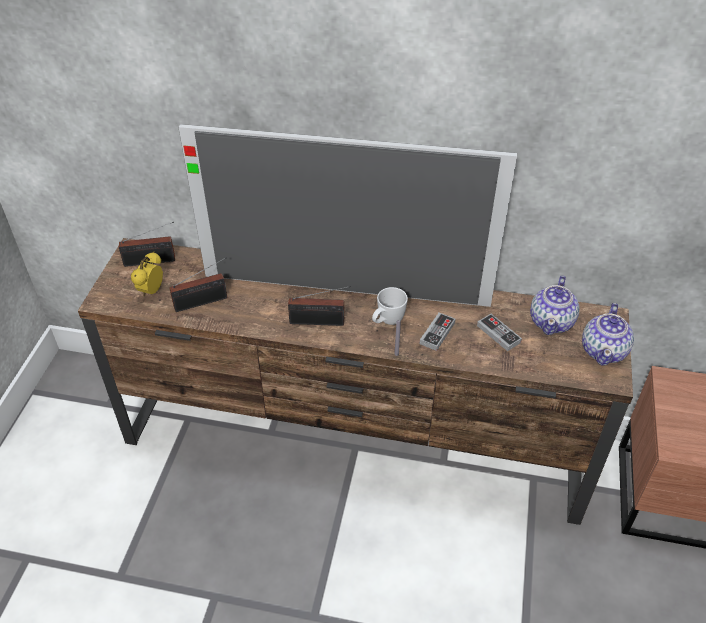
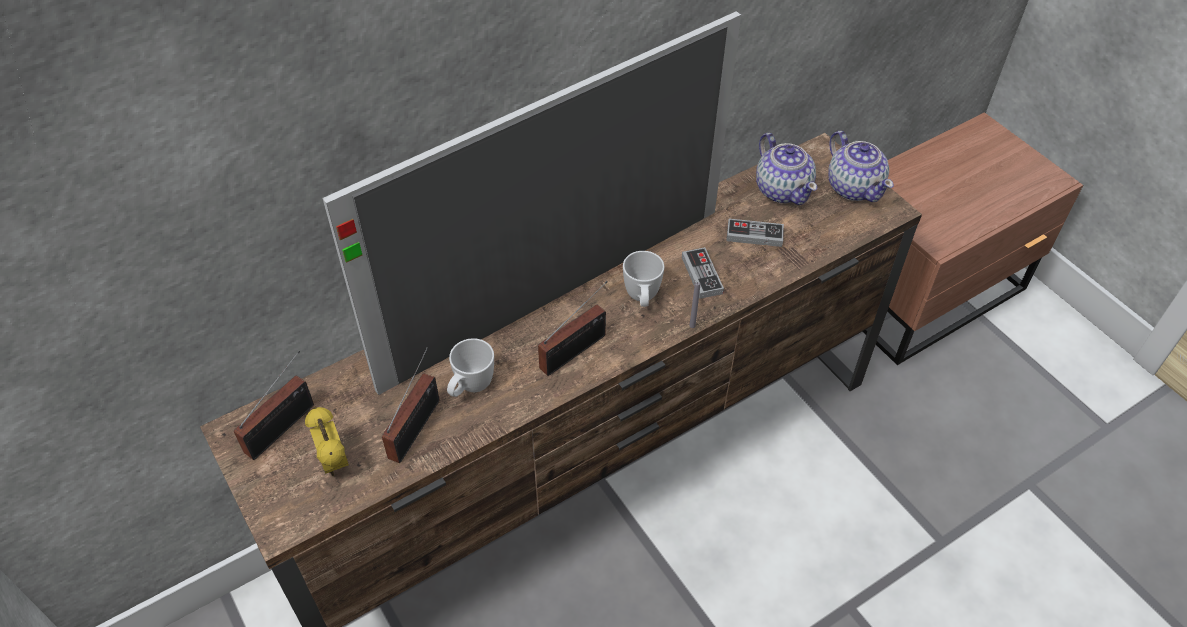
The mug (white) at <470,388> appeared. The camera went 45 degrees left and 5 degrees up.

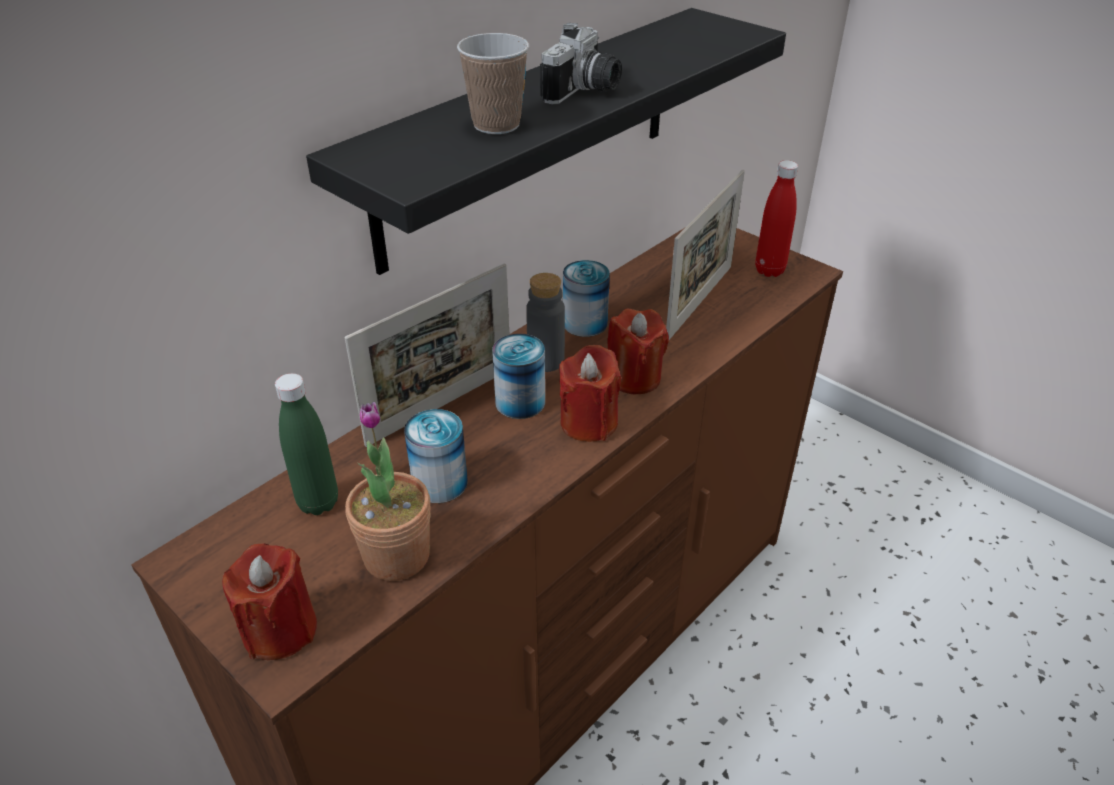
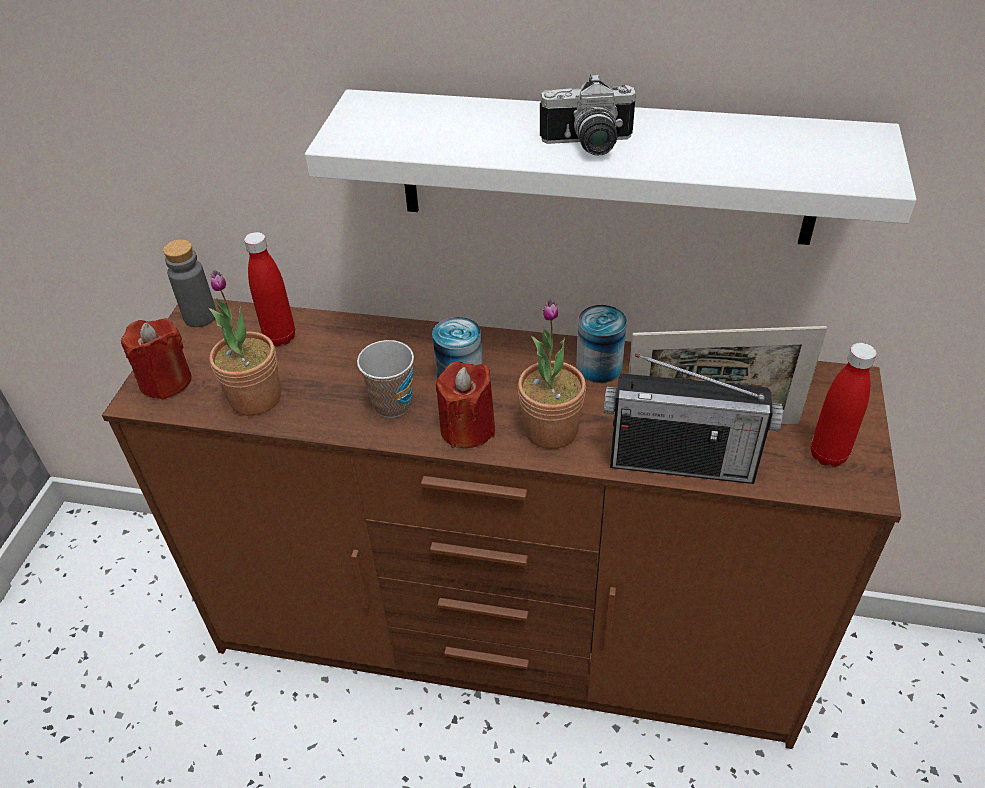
The shelf (black) at <531,135> became the shelf (white) at <605,168>. The cup moved from <496,125> to <392,405>. The picture frame at <441,405> disappeared. The bottle (grey) moved from <546,361> to <200,317>. The candle (red) at <633,377> was replaced by the potted plant at <551,430>. The bottle (green) at <318,502> became the bottle (red) at <280,337>. The can at <439,482> disappeared. The radio at <681,462> appeared. The camera went 60 degrees right and 5 degrees up.

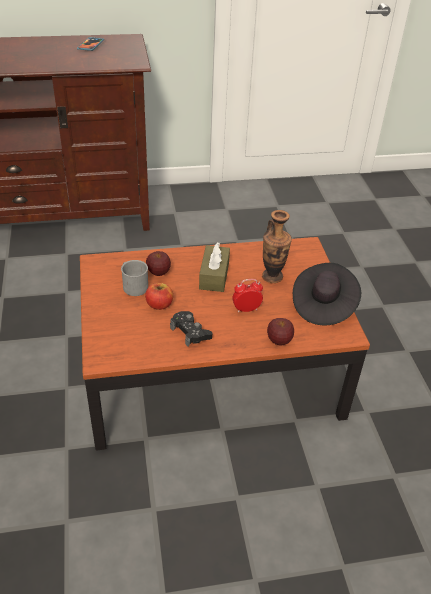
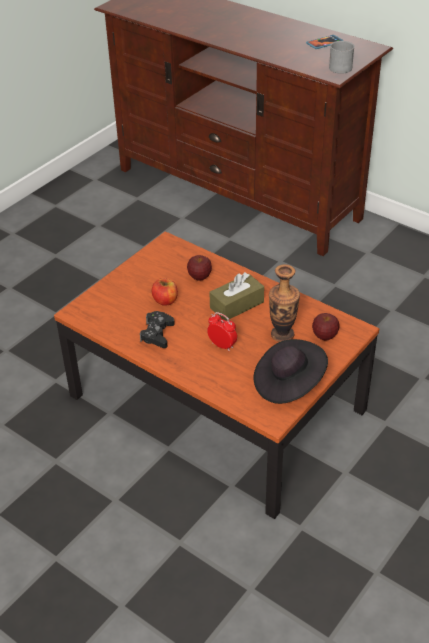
The mug (grey) moved from <133,285> to <341,66>. The apple moved from <279,341> to <324,336>. The camera went 50 degrees right and 0 degrees up.

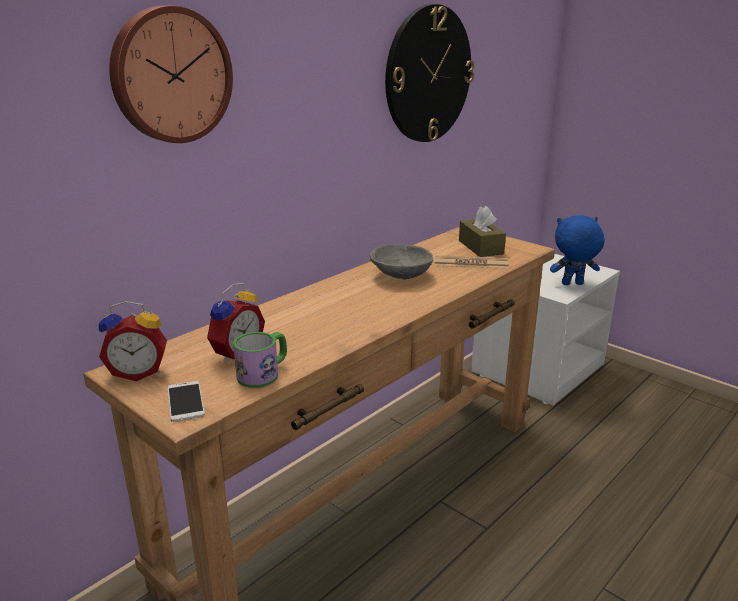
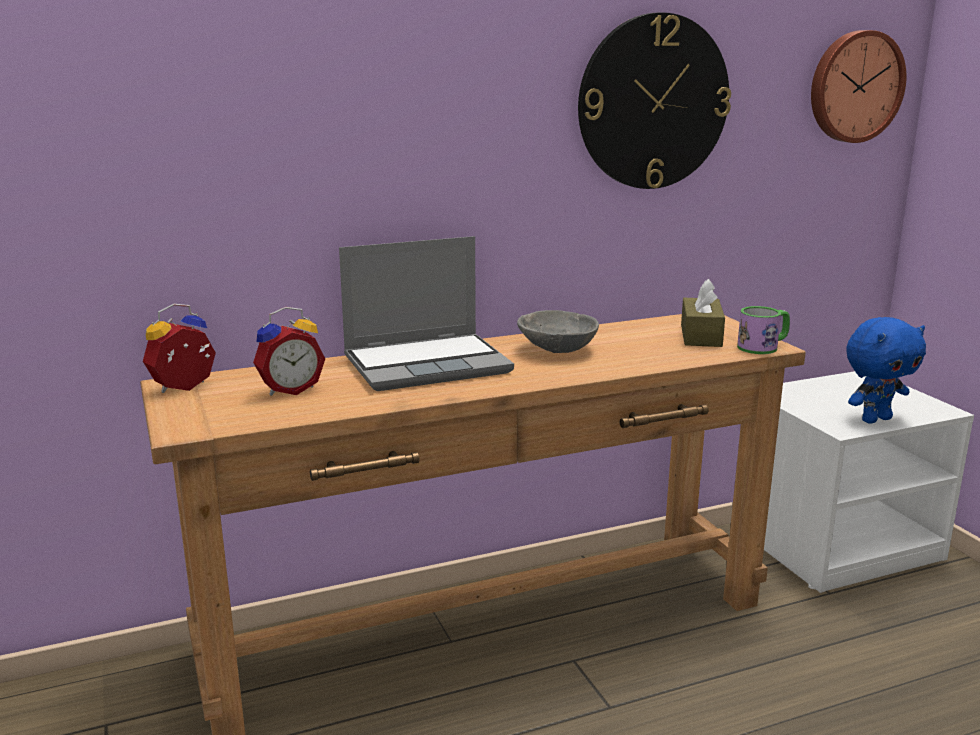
The wall clock moved from <170,75> to <854,87>. The plush toy (blue) at <572,284> turned 135 degrees clockwise. The newspaper at <471,263> disappeared. The alarm clock at <138,372> turned 120 degrees clockwise. The mug moved from <264,373> to <763,347>. The phone at <185,401> disappeared. The laptop at <428,364> appeared. The camera went 25 degrees right and 5 degrees down.

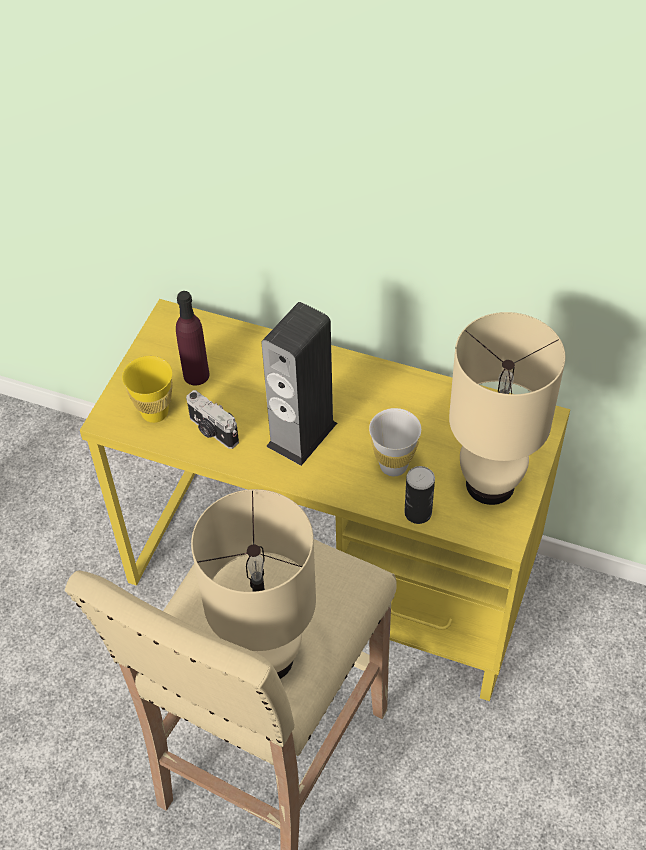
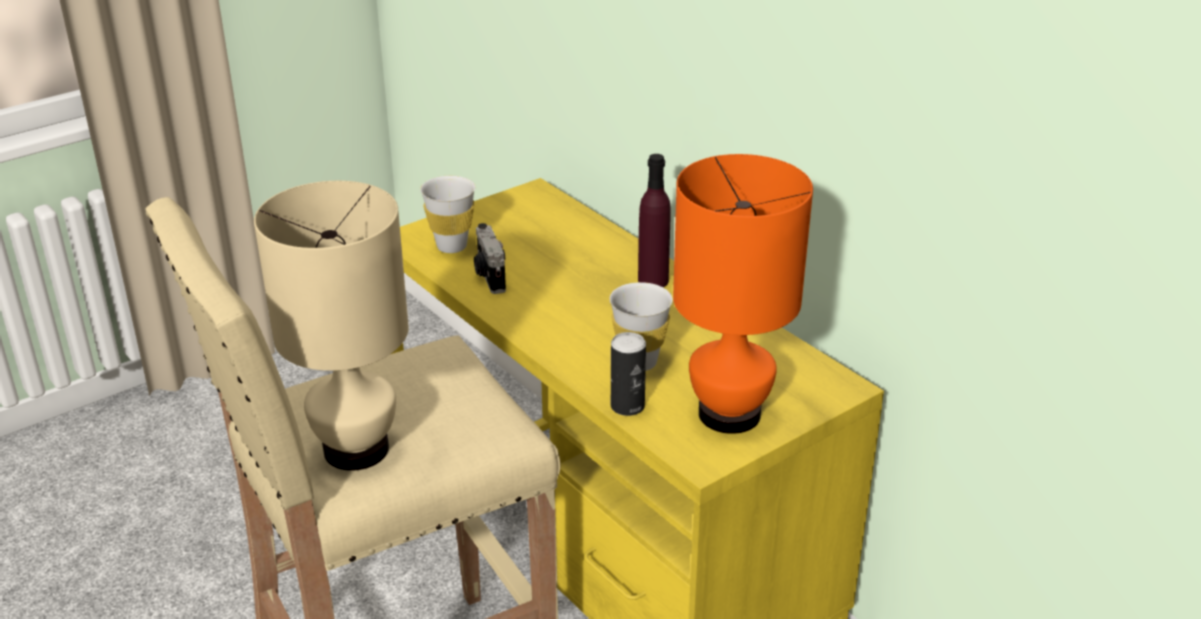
The bottle (purple) moved from <196,375> to <653,280>. The speaker at <302,434> disappeared. The table lamp (beige) at <490,483> became the table lamp (orange) at <730,413>. The cup (yellow) at <155,412> became the cup (white) at <452,246>. The camera went 30 degrees right and 20 degrees down.

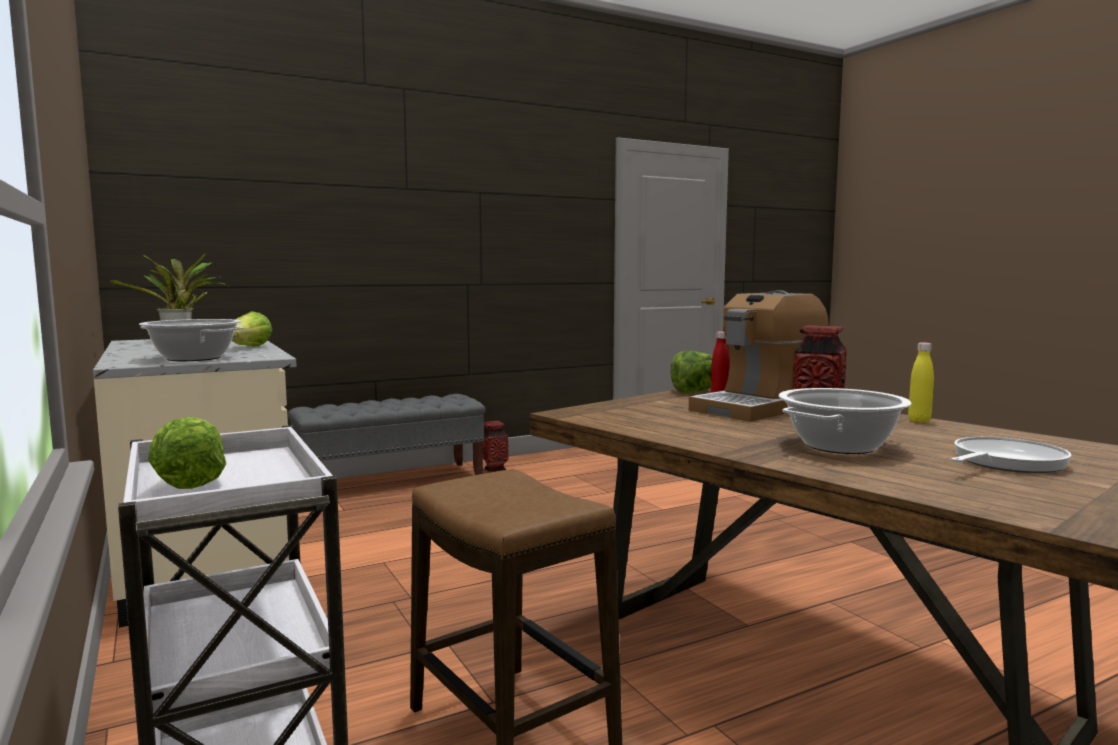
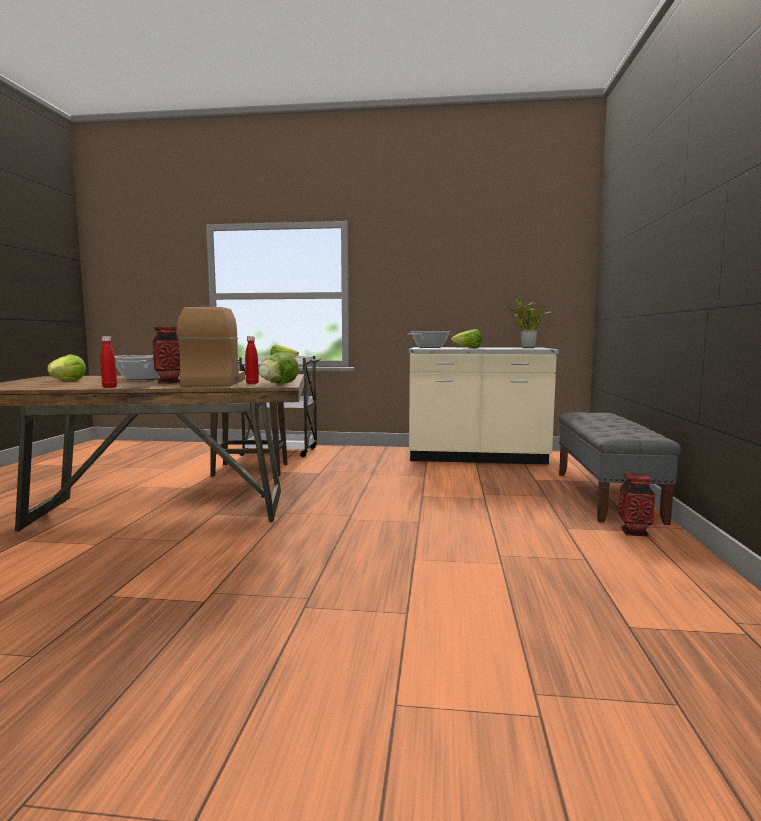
The bottle (yellow) at <919,421> became the bottle (red) at <109,387>. The frying pan at <1005,462> was replaced by the lettuce at <66,381>. The camera went 125 degrees right and 0 degrees up.

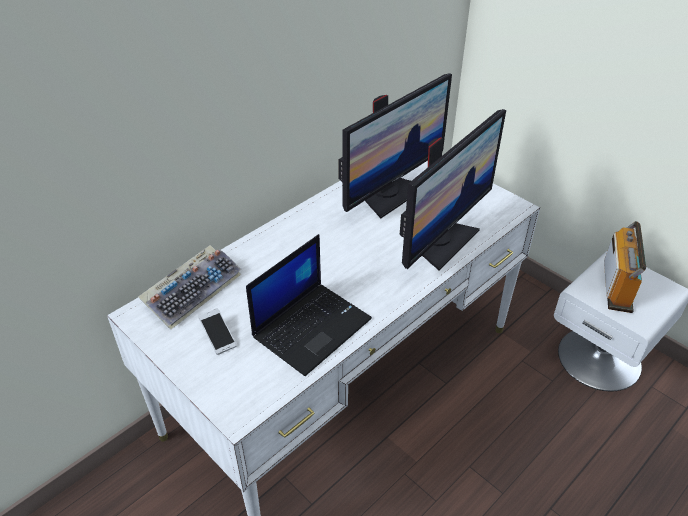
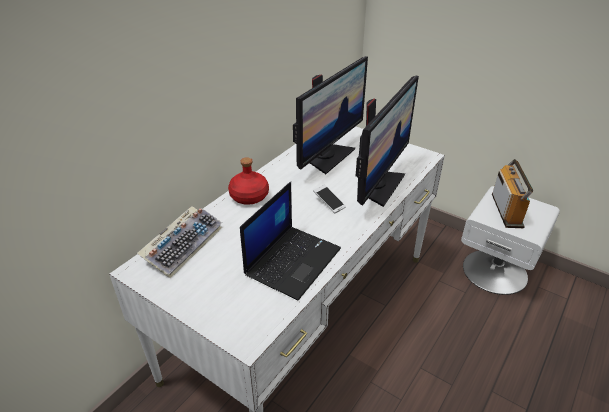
The phone moved from <218,336> to <329,203>. The bottle (red) at <249,196> appeared. The camera went 10 degrees left and 5 degrees down.

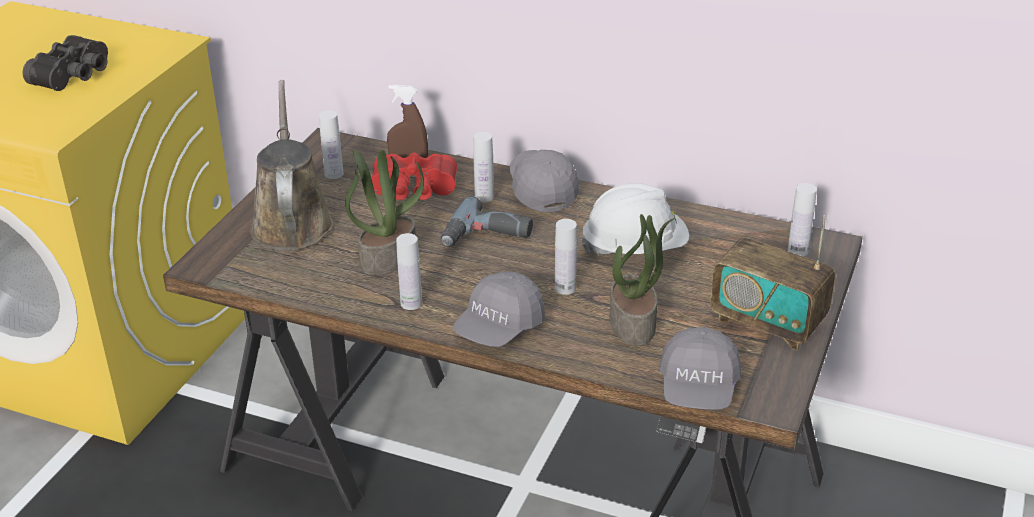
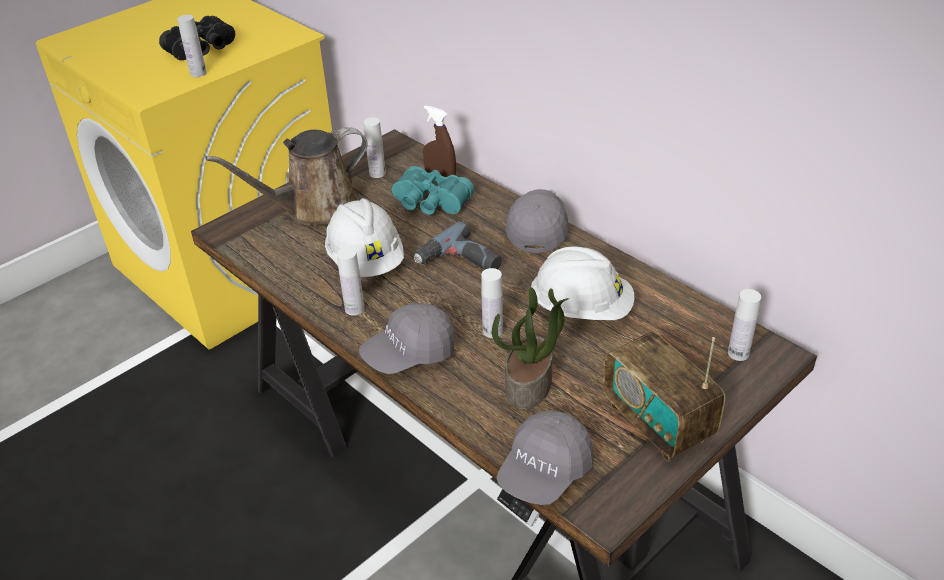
The watering can (brown) at <291,222> turned 135 degrees counterclockwise. The bottle (white) moved from <484,197> to <198,73>. The potted plant at <388,258> was replaced by the hard hat (white) at <366,261>. The binoculars (red) at <414,190> became the binoculars (turquoise) at <429,203>. The camera went 25 degrees right and 5 degrees up.

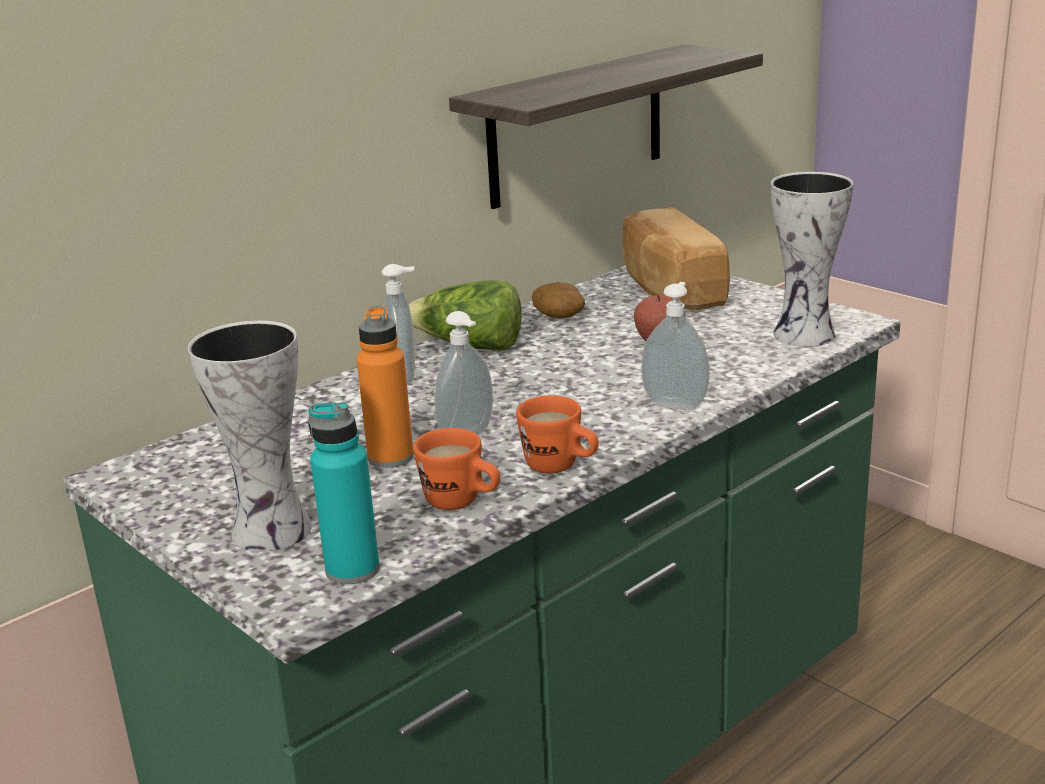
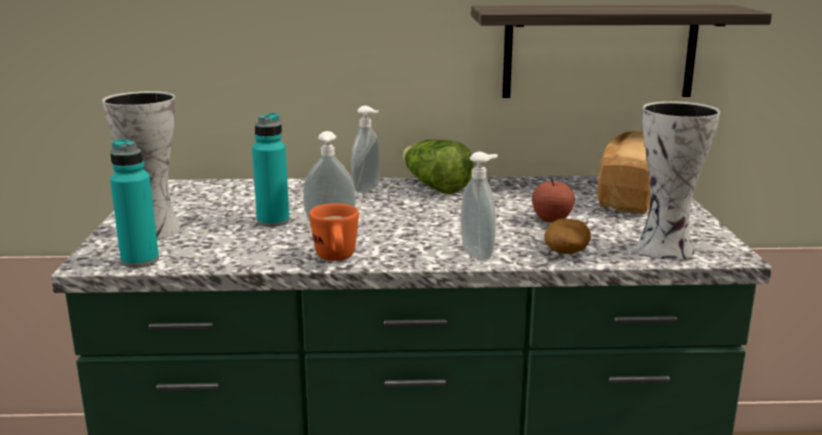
The potato moved from <560,316> to <566,252>. The bottle (orange) at <390,457> became the bottle (turquoise) at <273,221>. The mug (orange) at <462,503> disappeared. The camera went 40 degrees right and 5 degrees down.

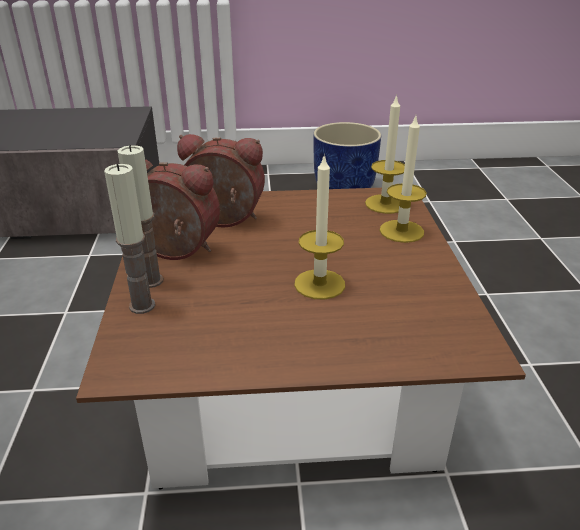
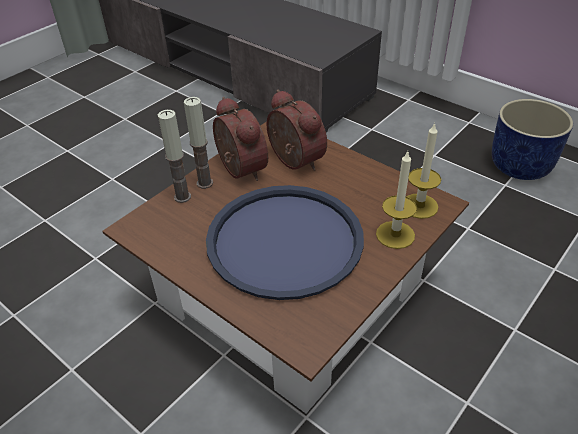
The candle at <319,284> was replaced by the tray (blue) at <284,241>. The camera went 45 degrees right and 10 degrees up.

